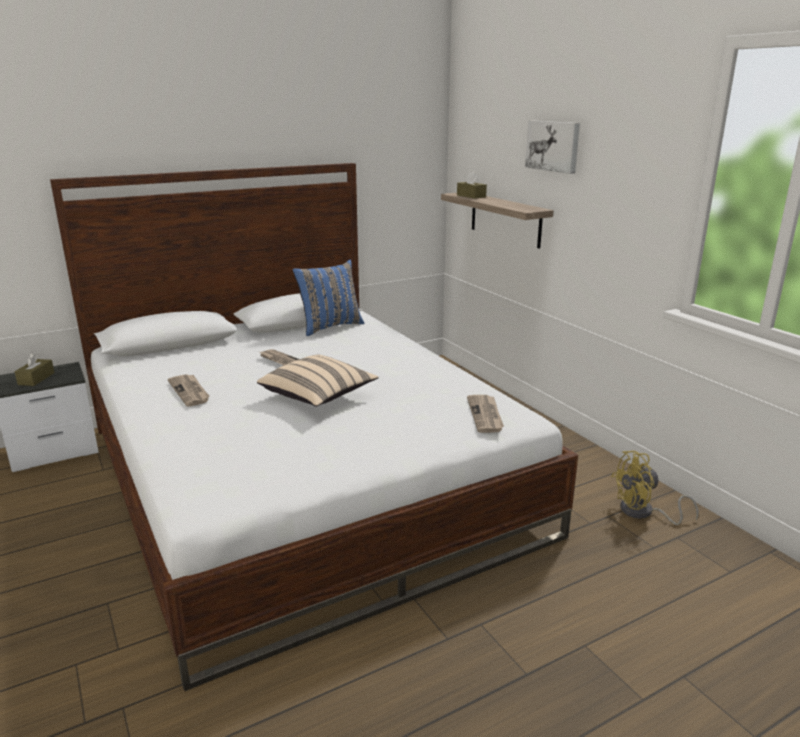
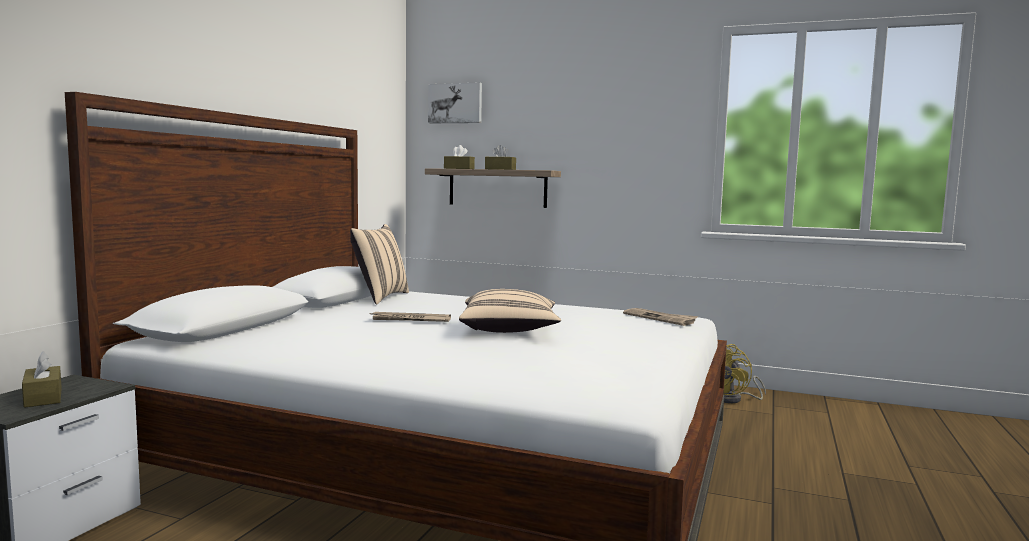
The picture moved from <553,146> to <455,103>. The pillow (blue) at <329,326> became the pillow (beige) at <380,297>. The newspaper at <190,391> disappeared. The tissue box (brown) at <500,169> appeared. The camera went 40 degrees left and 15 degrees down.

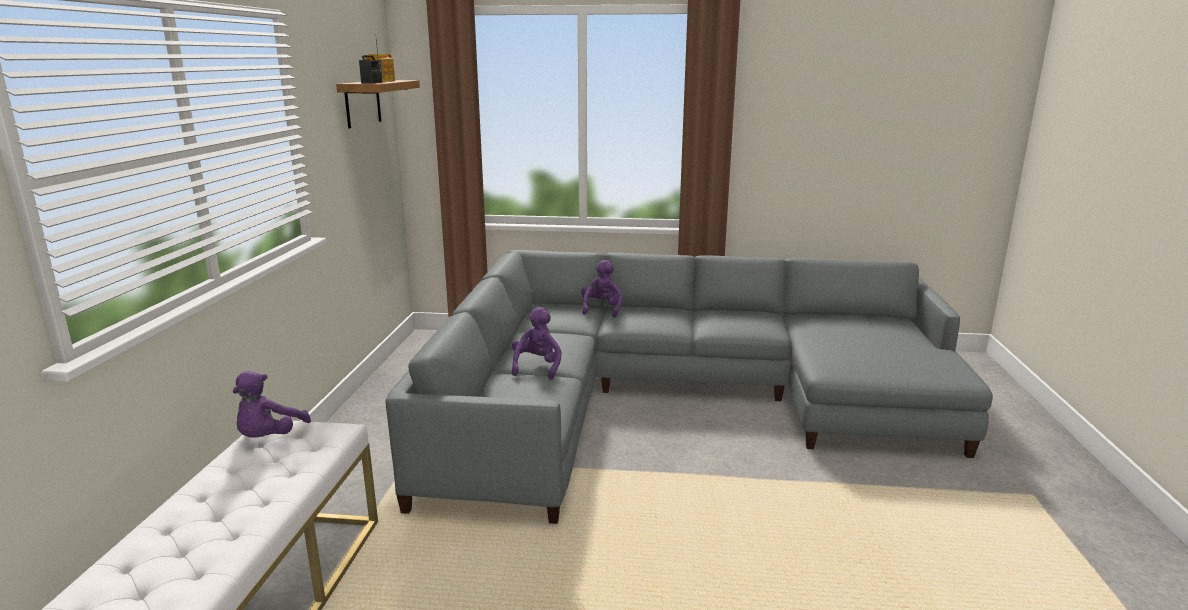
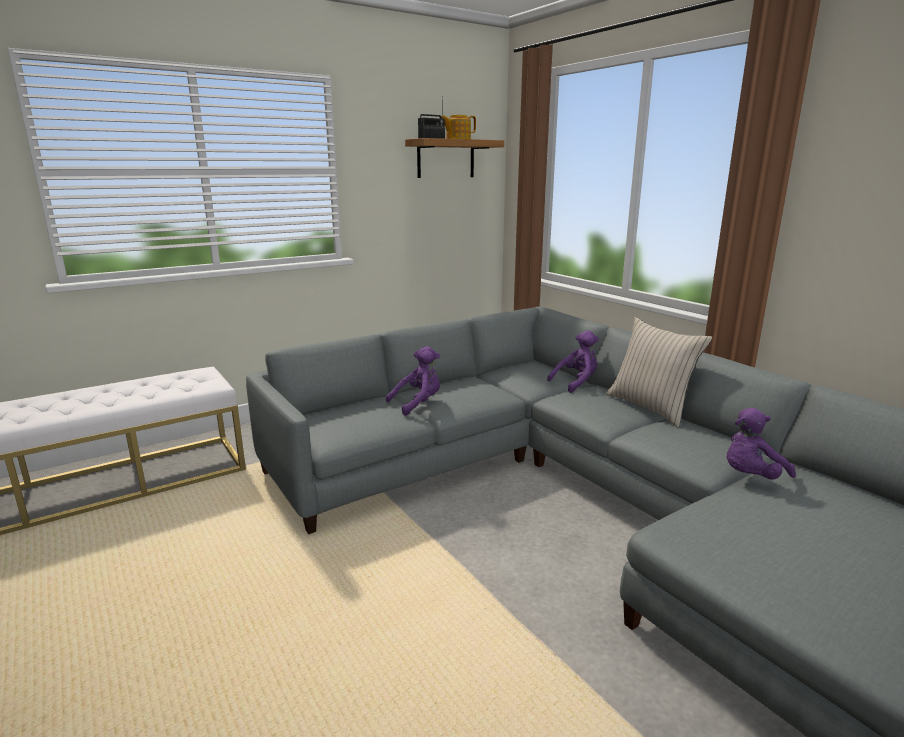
The plush toy (purple) moved from <269,437> to <750,476>. The pillow (beige) at <650,407> appeared. The camera went 50 degrees right and 0 degrees up.

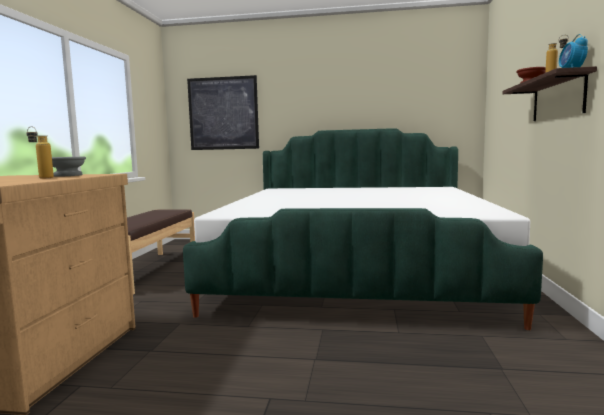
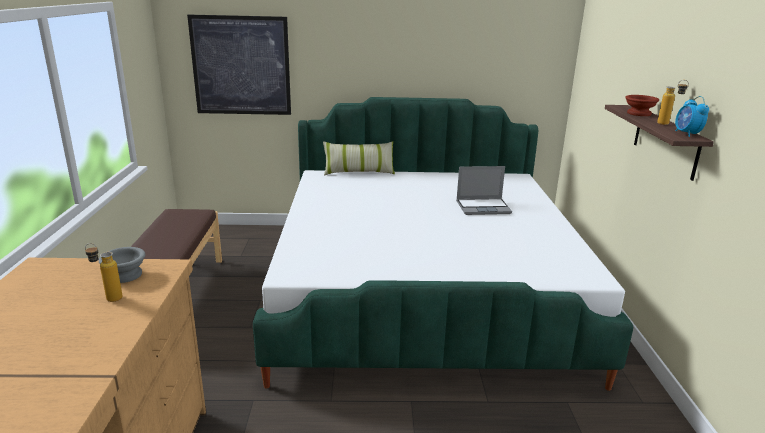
The pillow at <359,172> appeared. The laptop at <483,207> appeared. The camera went 10 degrees left and 15 degrees up.

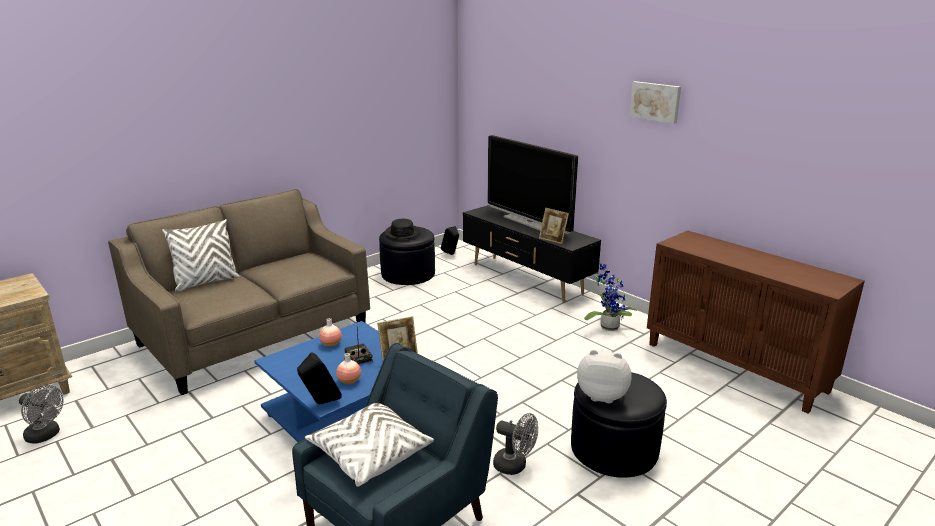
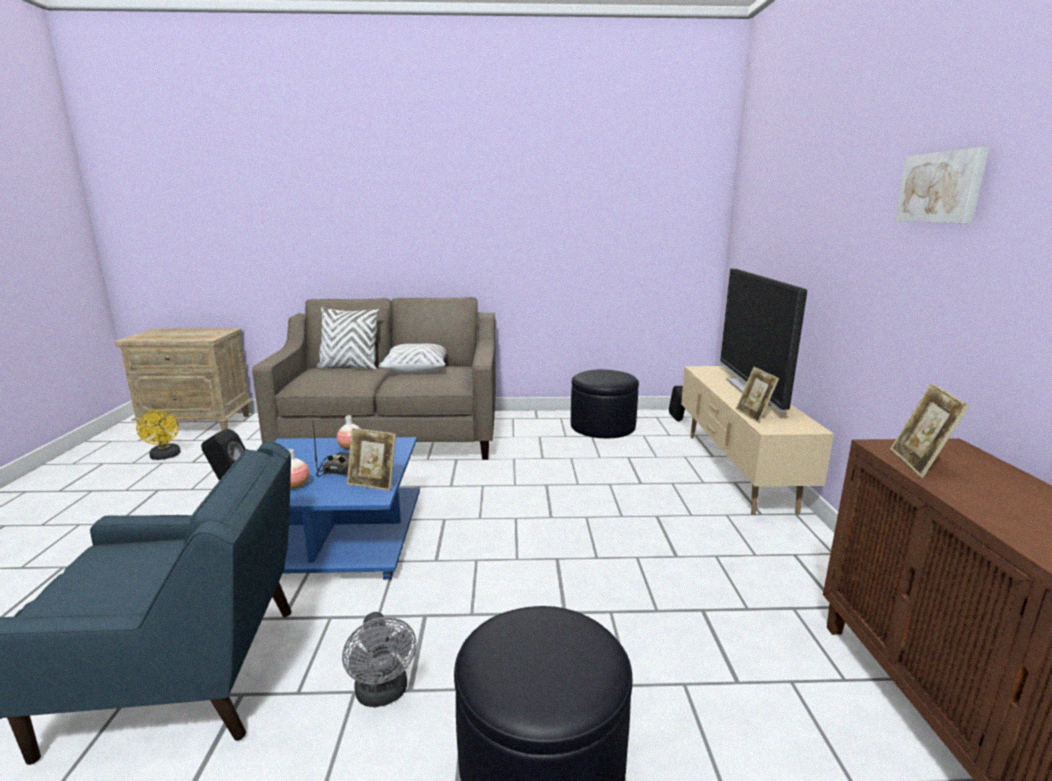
The tv stand (black) at <526,279> became the tv stand (beige) at <736,471>. The hat (black) at <402,233> disappeared. The potted plant at <607,326> disappeared. The plush toy at <602,395> disappeared. The fan (grey) at <46,436> became the fan (yellow) at <165,456>. The pillow (white) moved from <369,454> to <416,369>. The picture frame at <918,464> appeared. The camera went 40 degrees right and 5 degrees down.

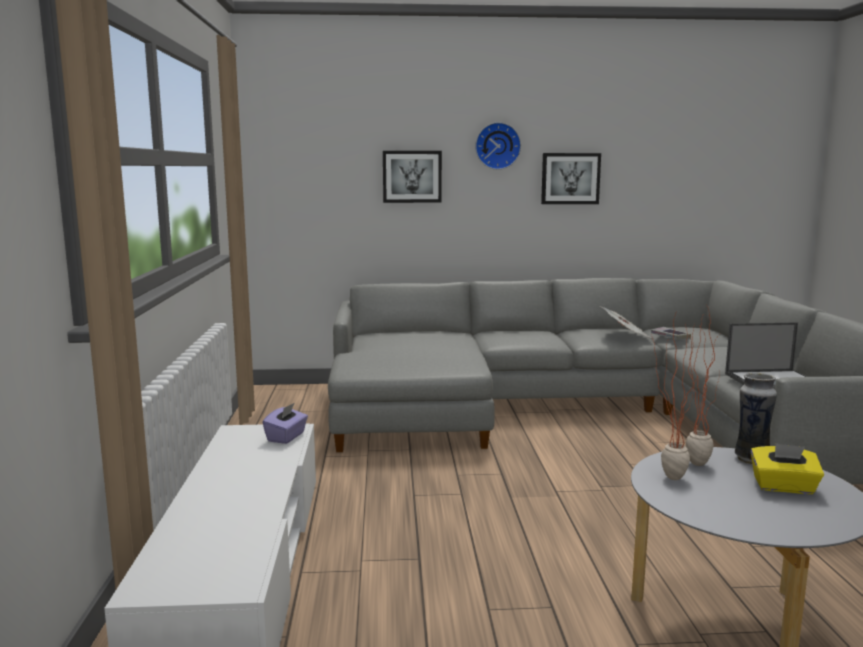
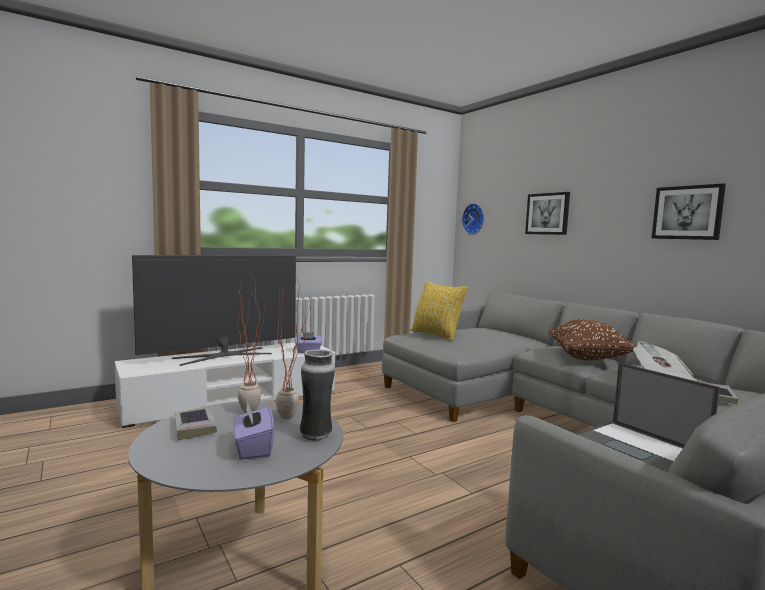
The wall clock moved from <497,146> to <474,219>. The tissue box (yellow) at <783,487> became the tissue box (purple) at <253,448>. The television at <224,356> appeared. The pillow (yellow) at <436,335> appeared. The pillow (brown) at <588,358> appeared. The book at <195,427> appeared. The camera went 60 degrees right and 5 degrees down.

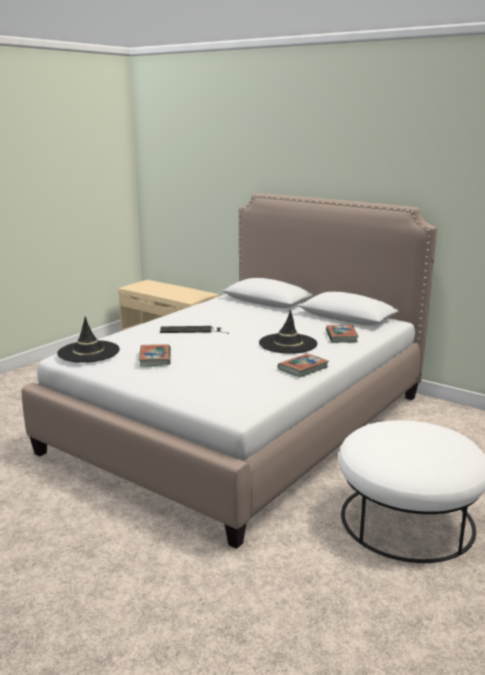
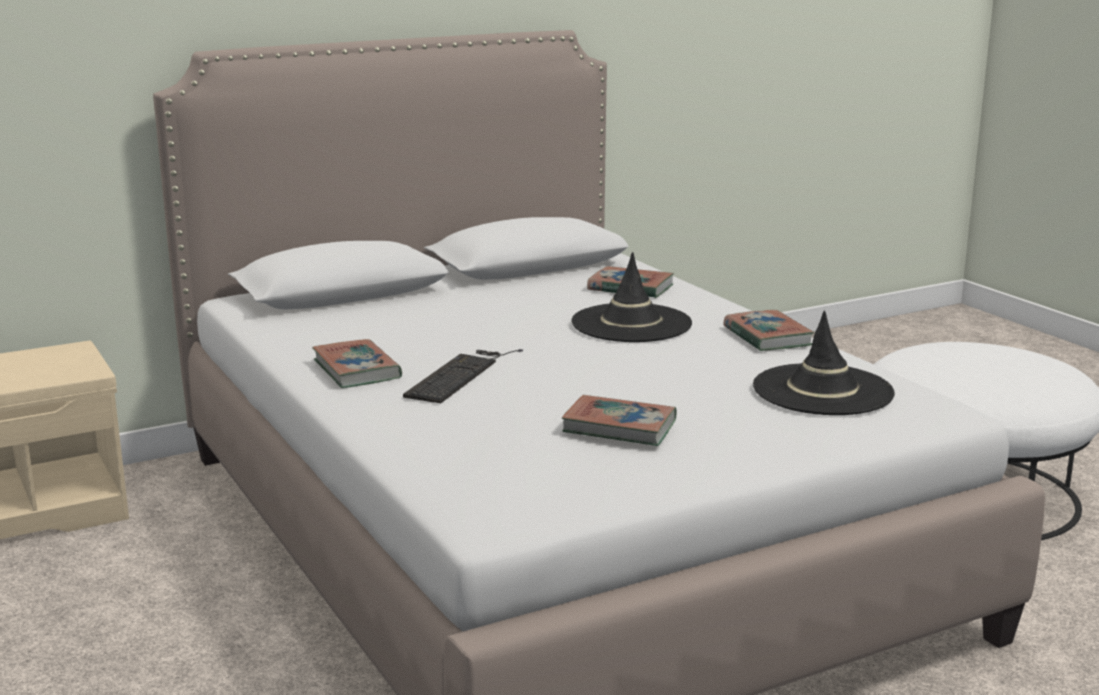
The hat (black) moved from <88,352> to <823,391>. The book at <356,370> appeared. The camera went 65 degrees left and 0 degrees up.

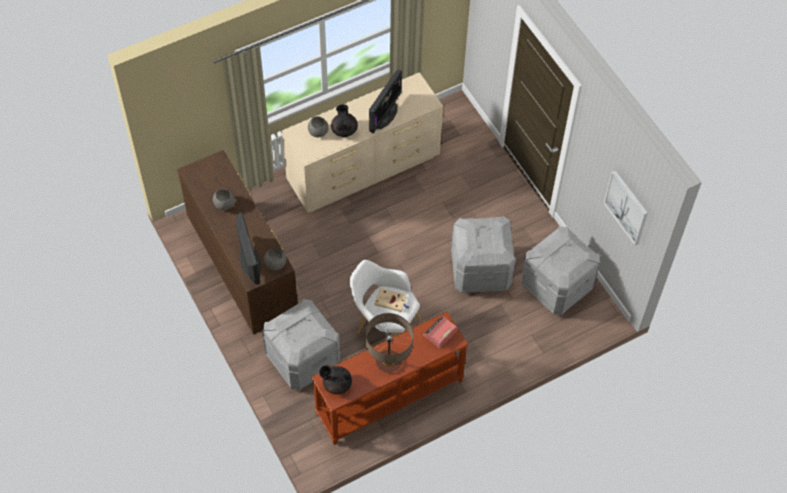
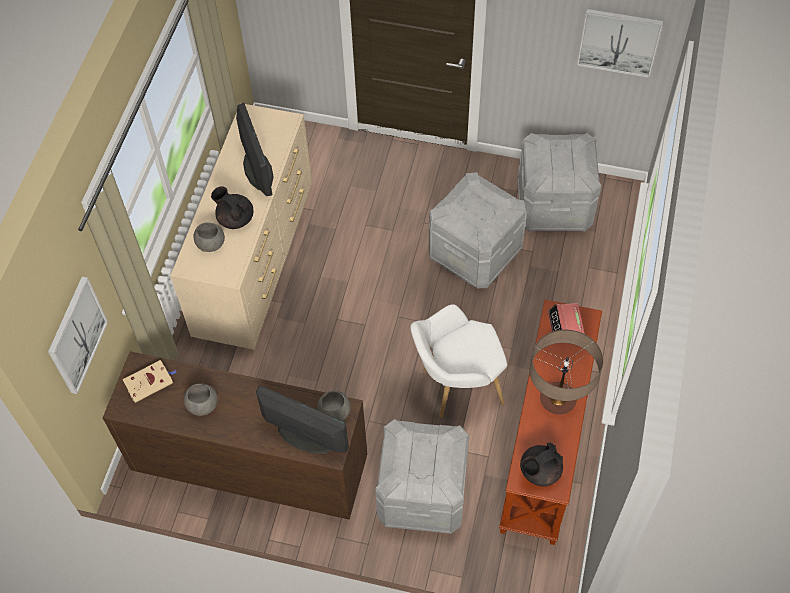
The book (beige) moved from <391,301> to <150,382>. The picture at <76,335> appeared. The camera went 45 degrees left and 0 degrees up.

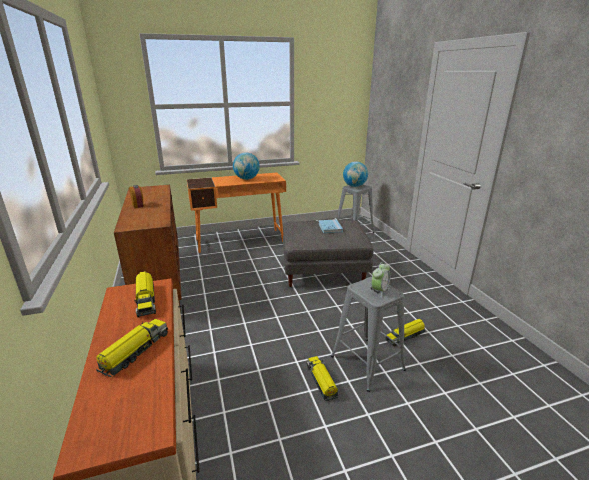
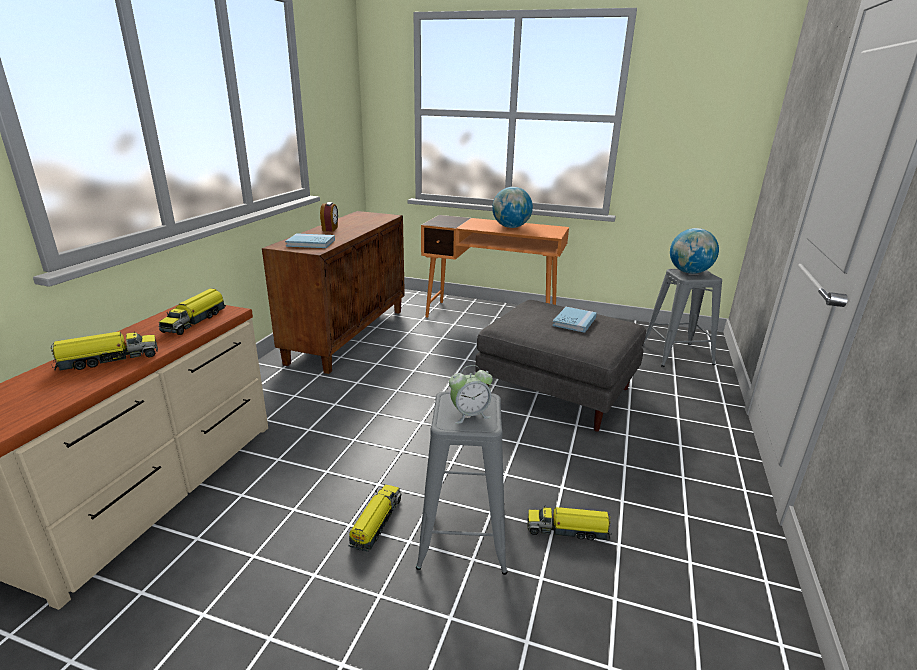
The book (blue) at <311,243> appeared. The camera went 35 degrees right and 0 degrees up.

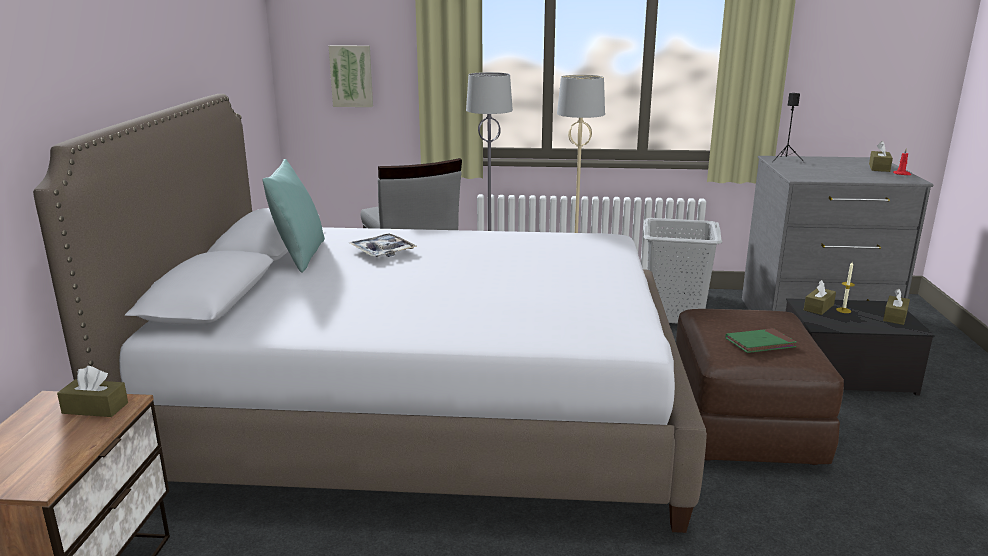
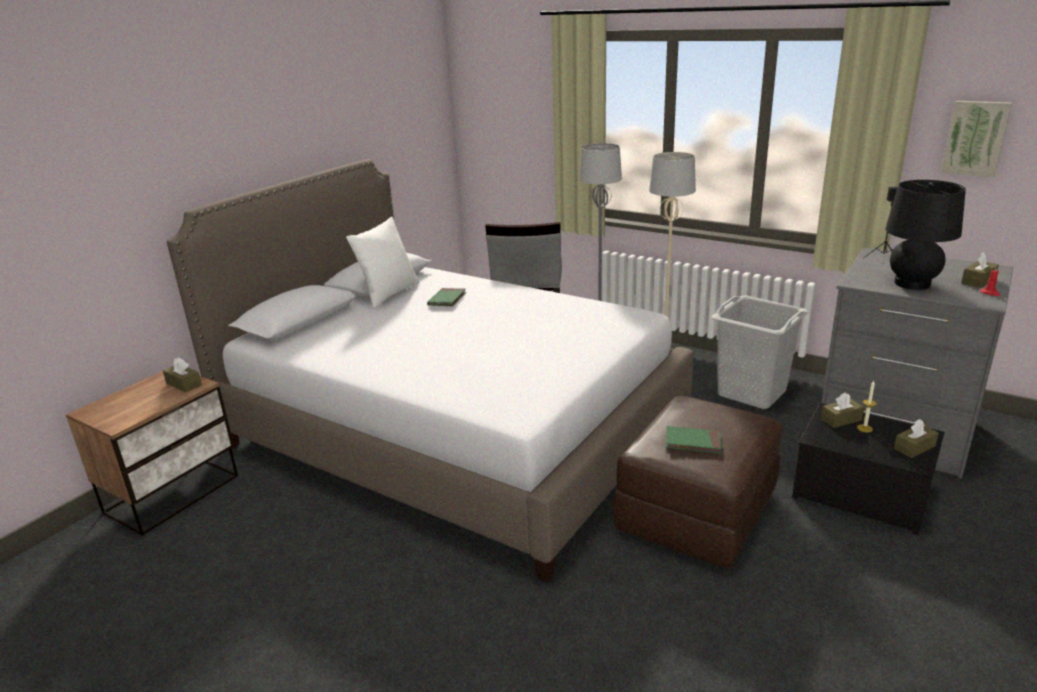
The picture moved from <351,76> to <975,138>. The pillow (turquoise) at <299,256> became the pillow (white) at <388,294>. The tray at <382,252> was replaced by the book (green) at <447,299>. The table lamp (black) at <912,283> appeared. The camera went 30 degrees right and 5 degrees up.

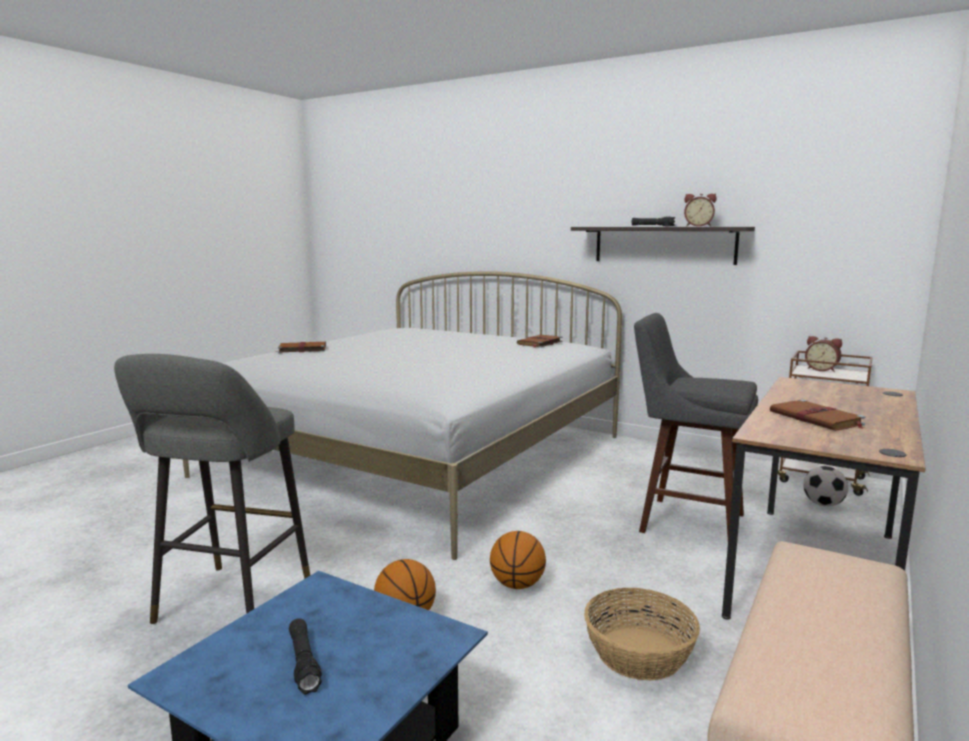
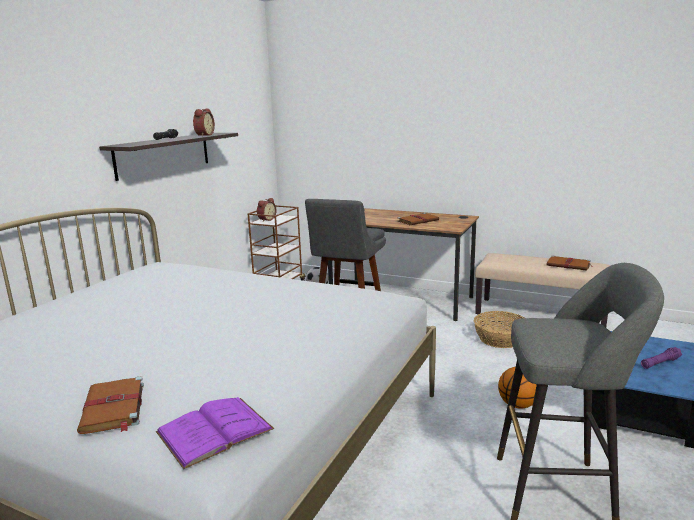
The book (brown) moved from <539,343> to <569,265>. The basketball at <517,585> disappeared. The flashlight (black) at <303,663> became the flashlight (purple) at <660,363>. The book (purple) at <214,430> appeared. The camera went 95 degrees left and 5 degrees up.

